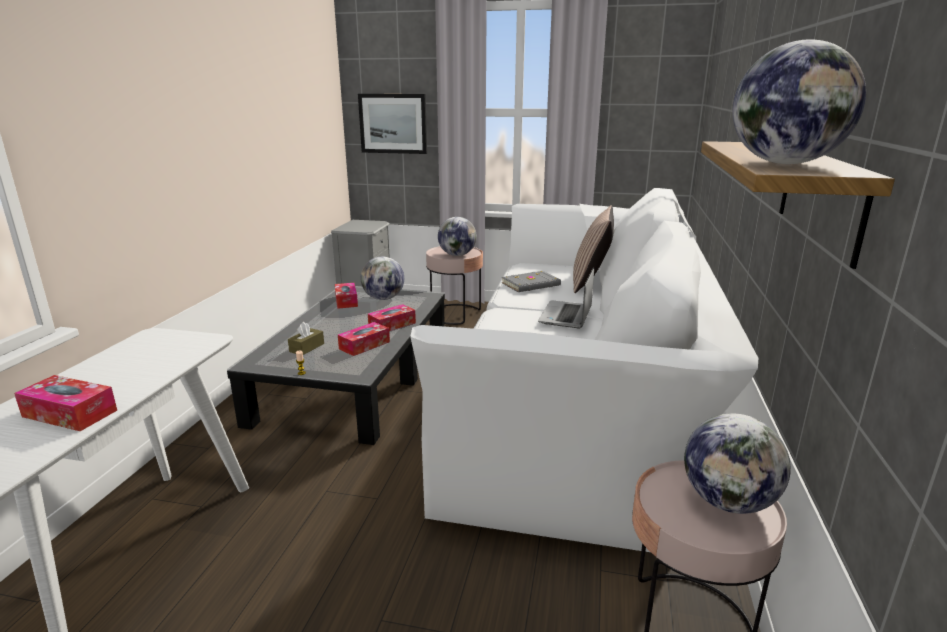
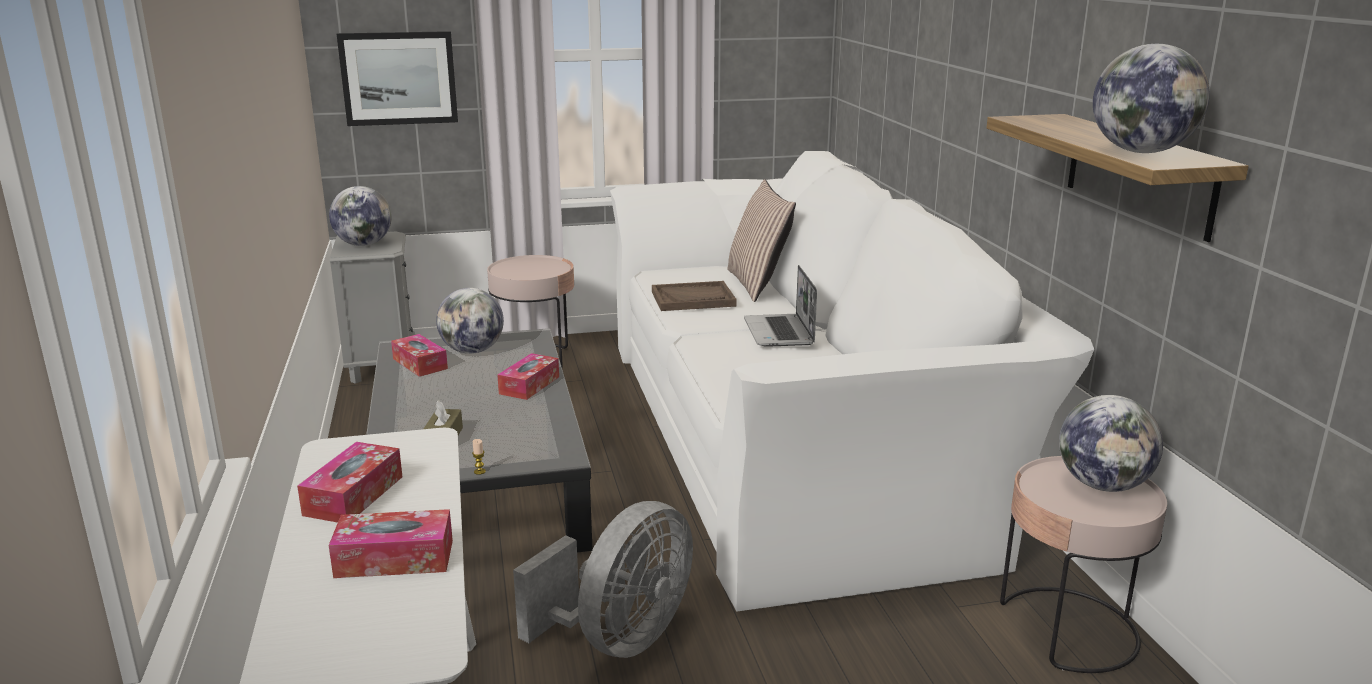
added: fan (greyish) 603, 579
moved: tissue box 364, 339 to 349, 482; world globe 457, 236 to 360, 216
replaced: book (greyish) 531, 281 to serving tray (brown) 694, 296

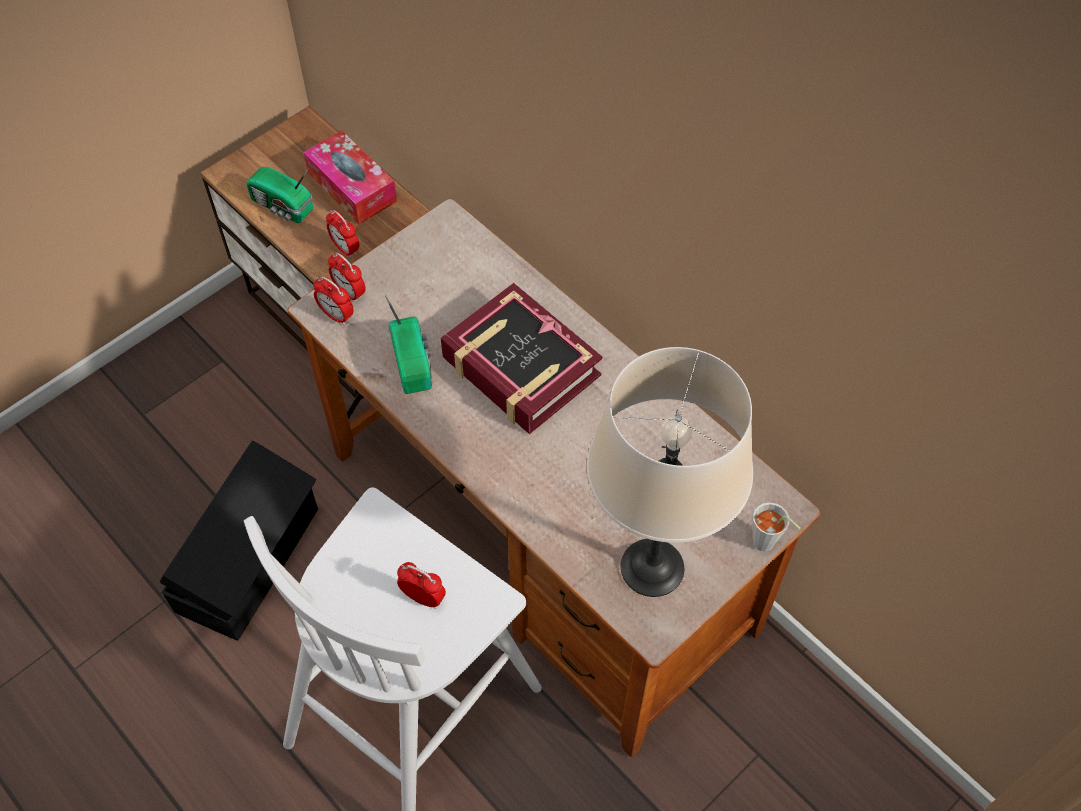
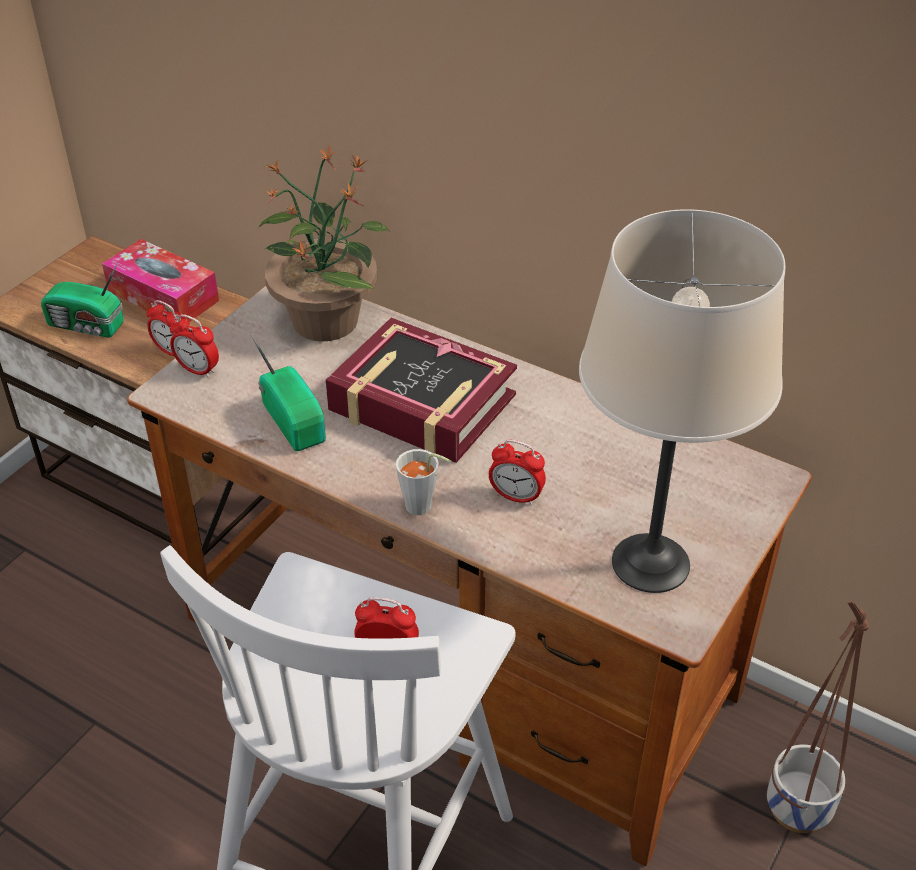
removed: storage bin (black-coloured) 239, 541
added: houseplant 324, 243; flower pot 818, 717
moved: alarm clock 333, 300 to 517, 472; small cup (greyish) 776, 527 to 423, 482

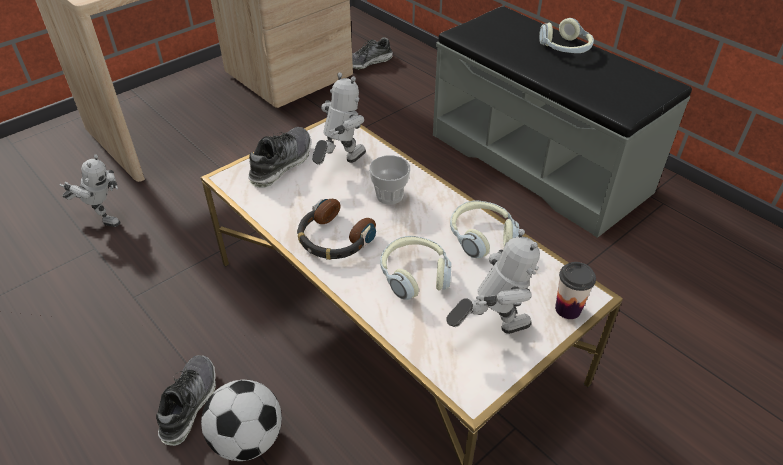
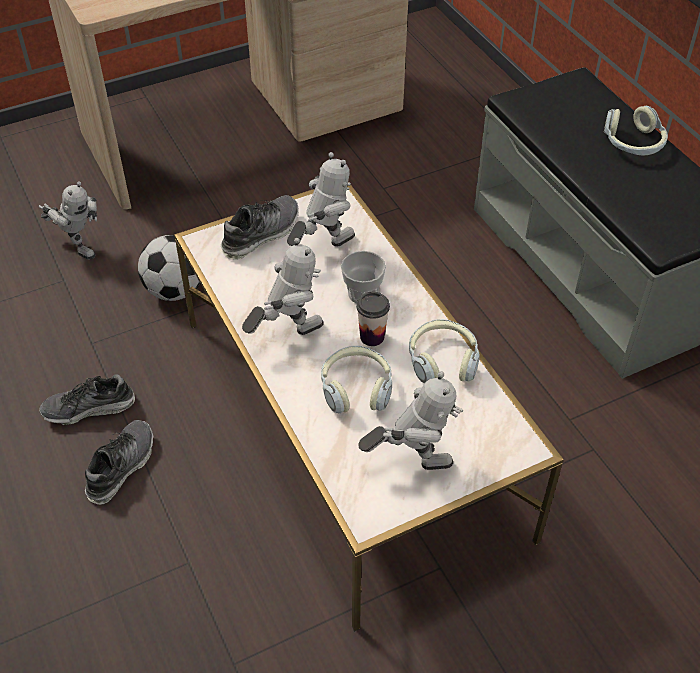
moved: ball for football 241, 420 to 169, 268; item of footwear 372, 53 to 87, 399; small cup 575, 290 to 373, 319
replaced: pair of headphones 336, 229 to toy robot 283, 286

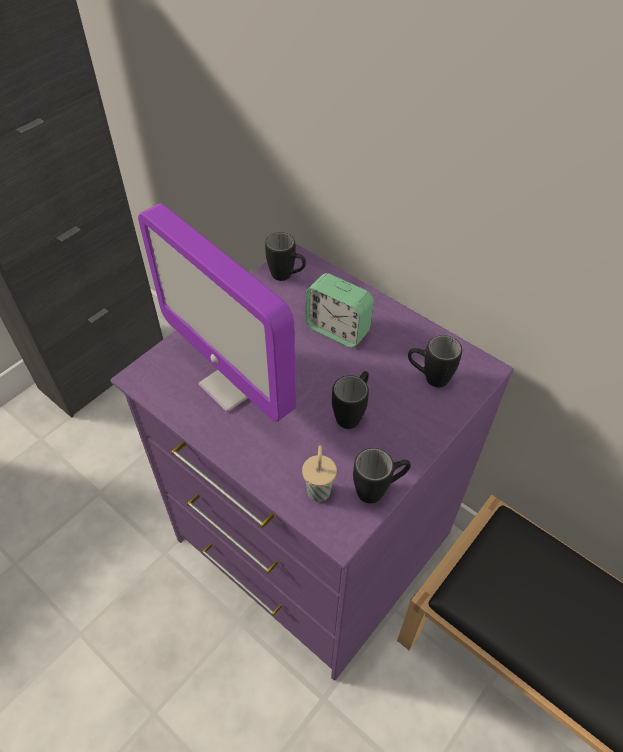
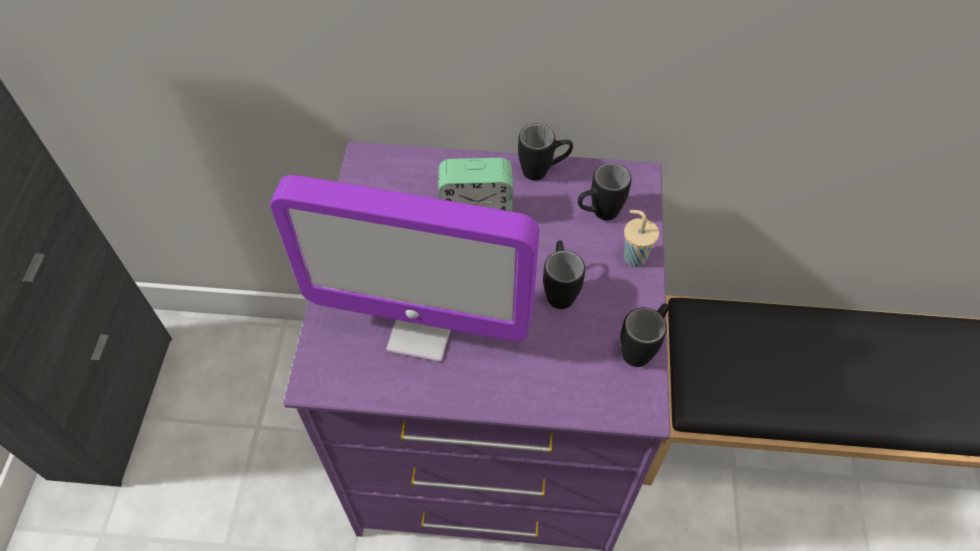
moved: tea mug (black-coloured) 285, 256 to 545, 152; small cup (beige-coloured) 319, 473 to 641, 238

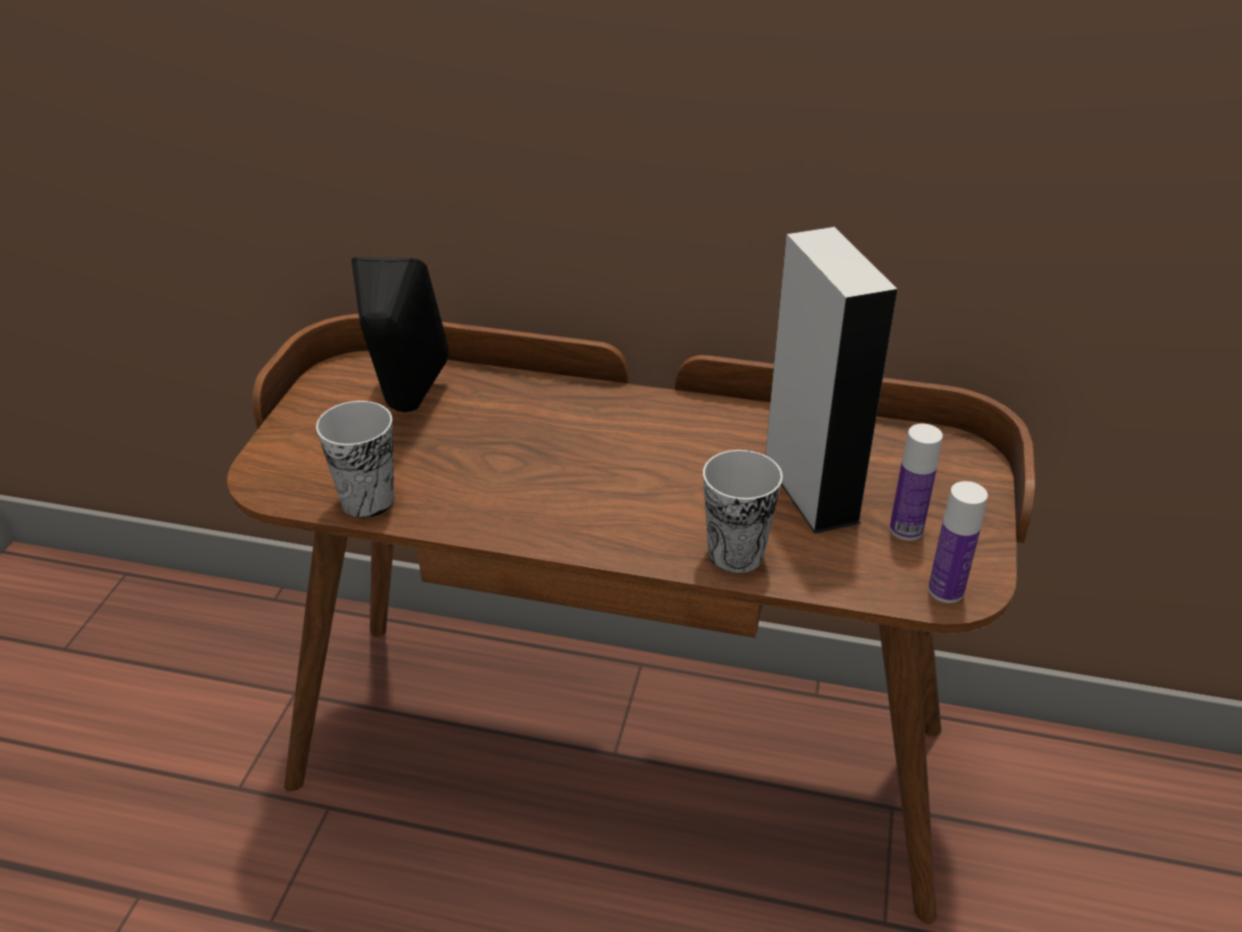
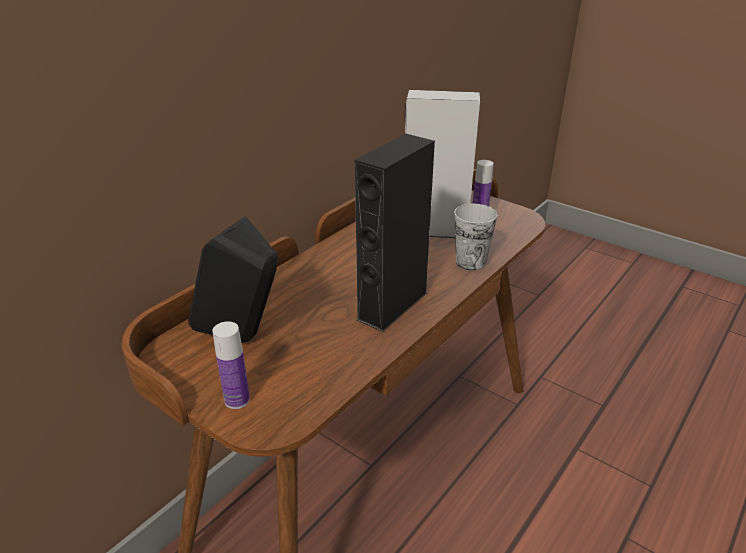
removed: small cup 355, 459
added: speaker (black-coloured) 395, 233
moved: drink bottle 958, 542 to 231, 365

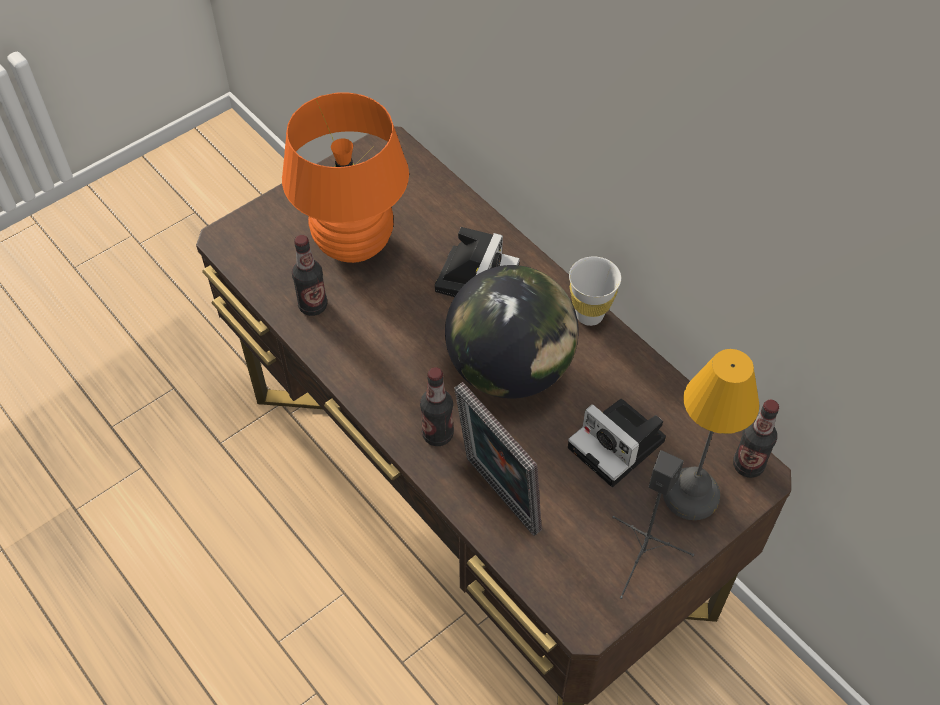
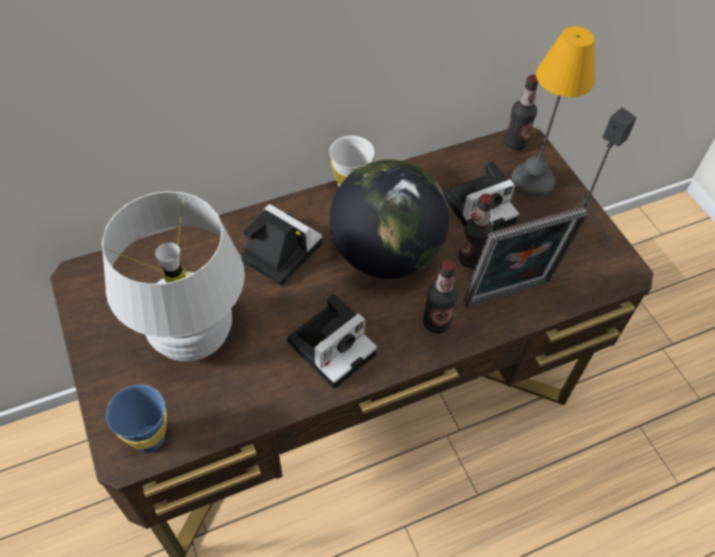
added: small cup (blue-coloured) 136, 418; still camera 332, 341
moved: drink bottle 309, 275 to 476, 231
recoloured: tabletop lamp (orangey) 345, 177 to tabletop lamp (whitish) 173, 276

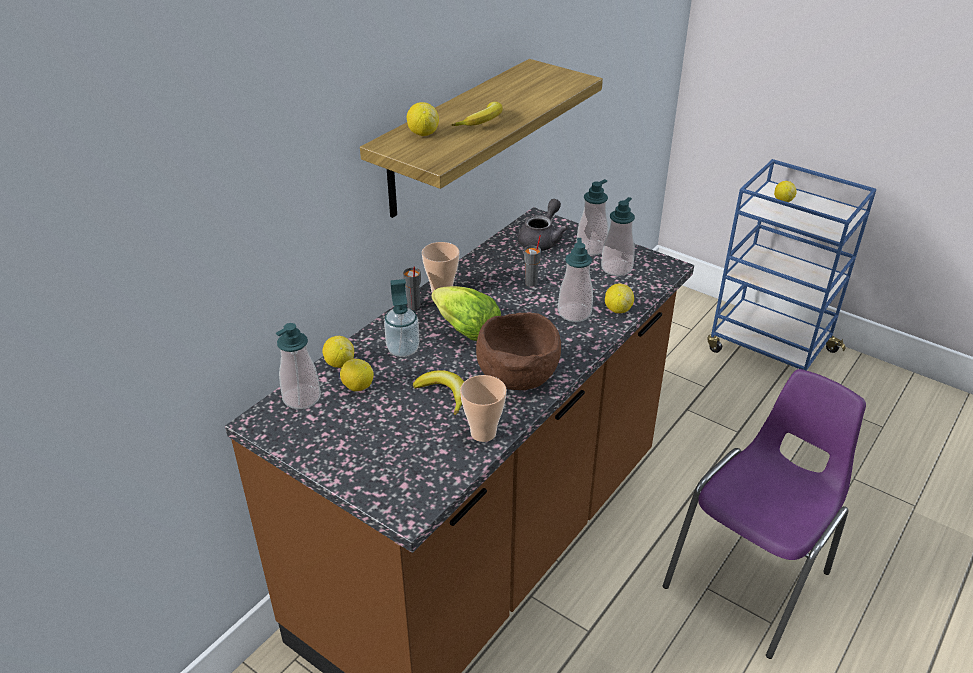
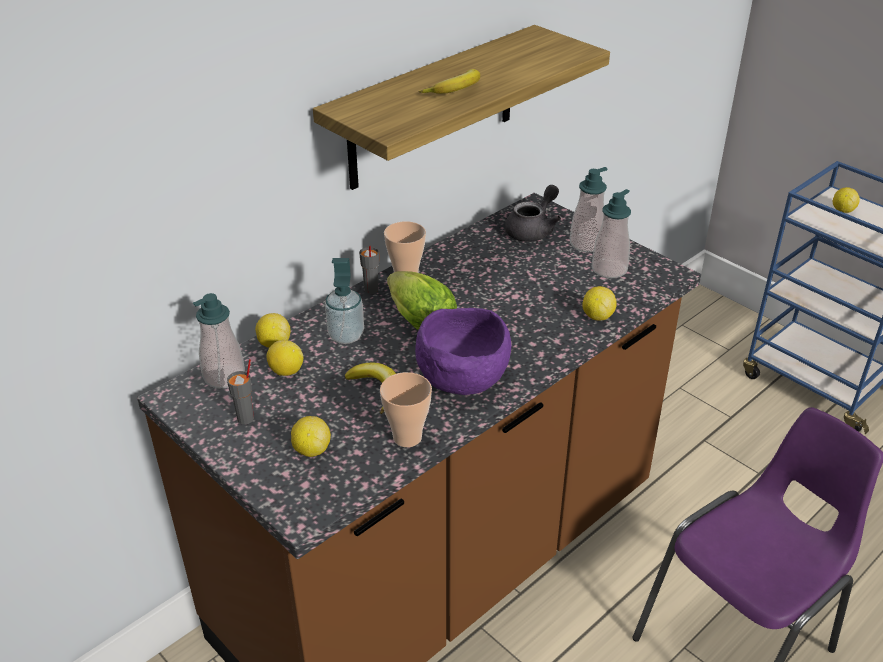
removed: soap bottle 575, 280
moved: whole lemon 423, 119 to 311, 436; small cup (greyish) 532, 261 to 240, 391
recoloured: deep dish (brown) 518, 351 to deep dish (purple-coloured) 463, 351

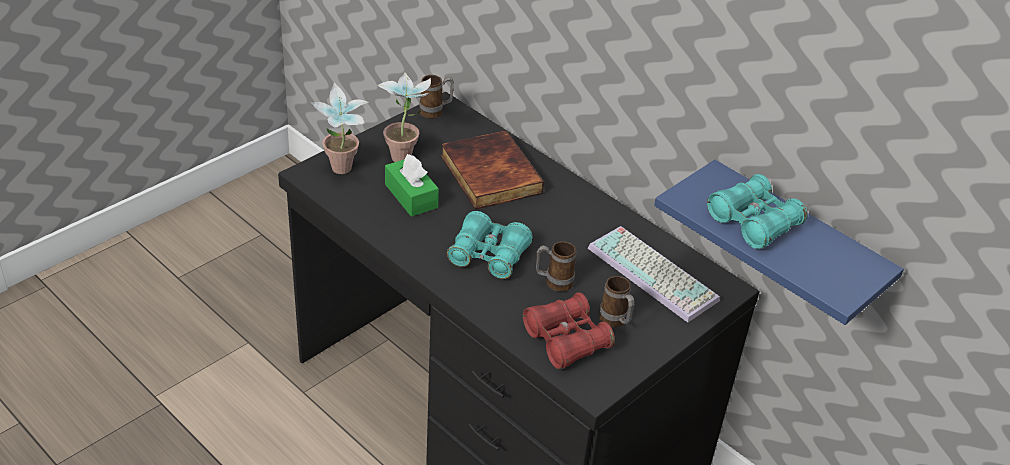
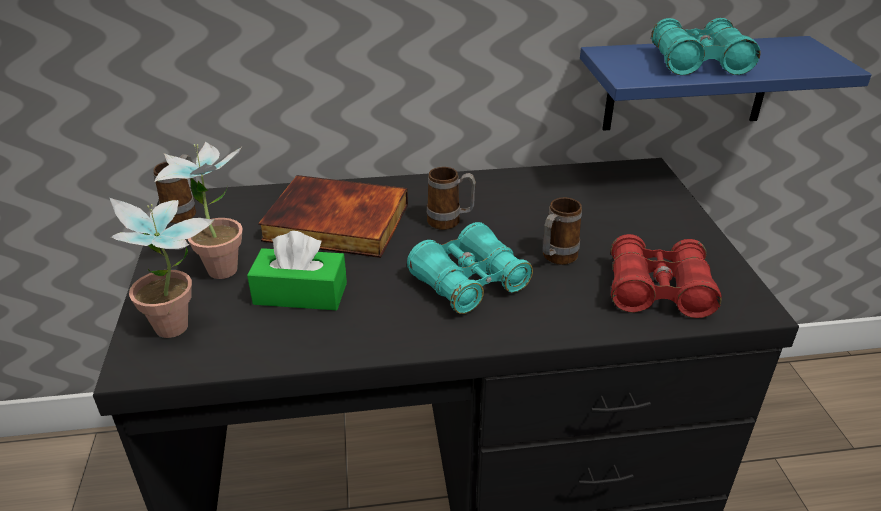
removed: computer keyboard 654, 274
moved: tea mug 616, 301 to 451, 198

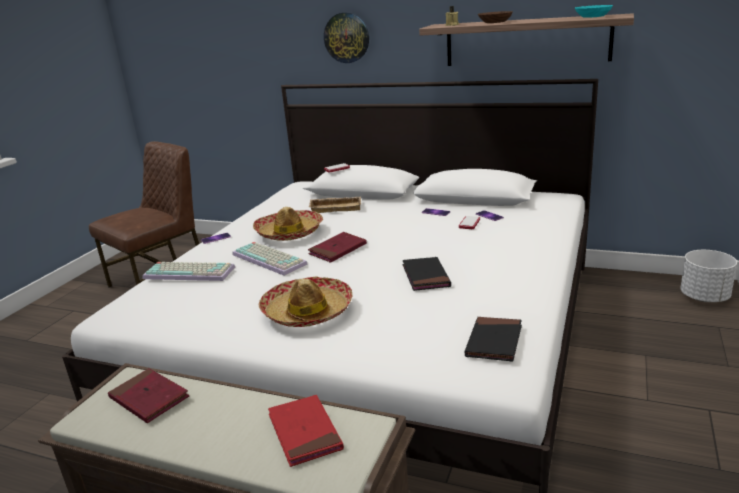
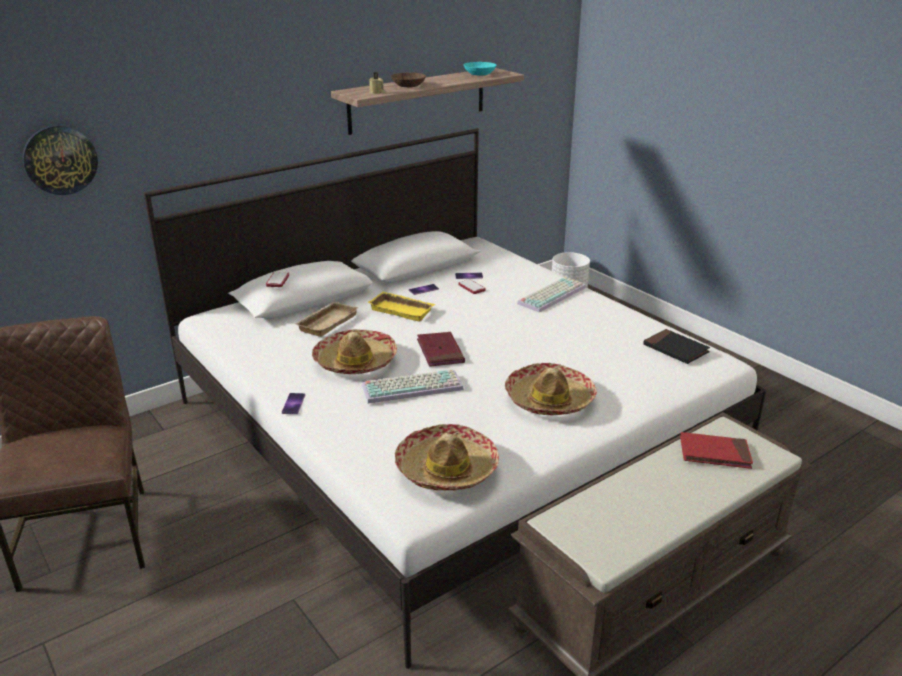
removed: book (red) 148, 395; book (black-coloured) 427, 274
added: serving tray (yellow) 401, 306; hat 447, 457
moved: computer keyboard 188, 271 to 551, 294; clock on the wall 346, 37 to 60, 160

